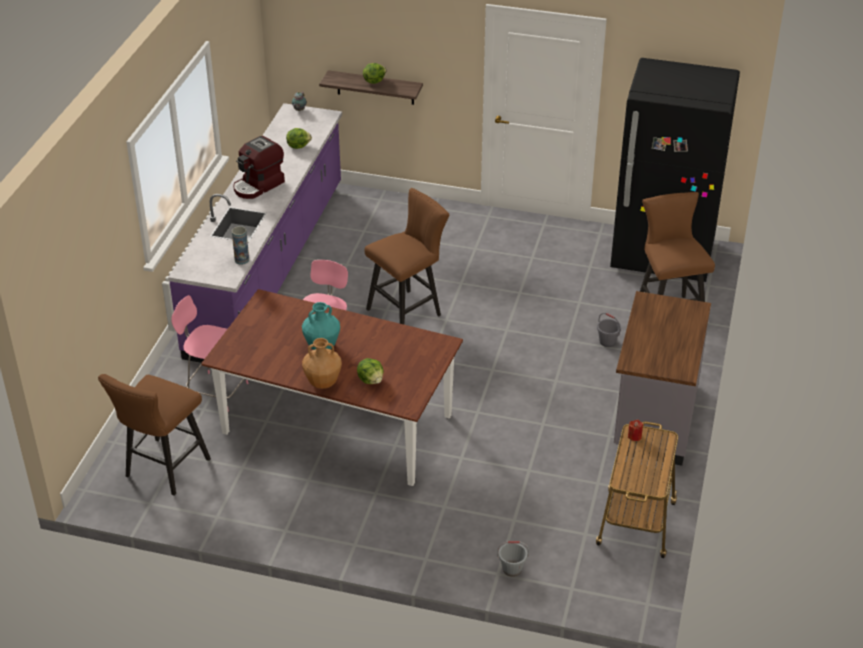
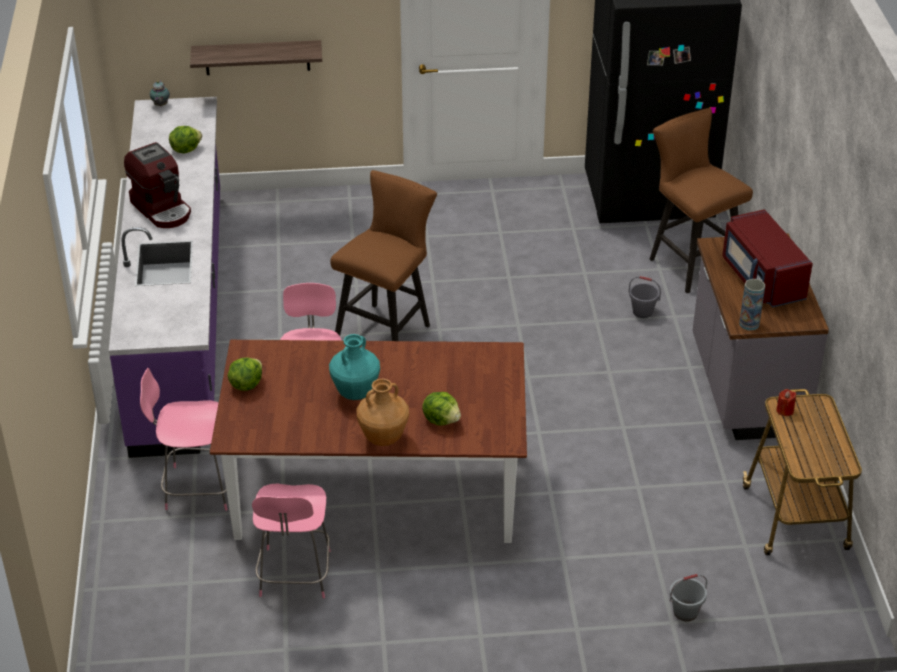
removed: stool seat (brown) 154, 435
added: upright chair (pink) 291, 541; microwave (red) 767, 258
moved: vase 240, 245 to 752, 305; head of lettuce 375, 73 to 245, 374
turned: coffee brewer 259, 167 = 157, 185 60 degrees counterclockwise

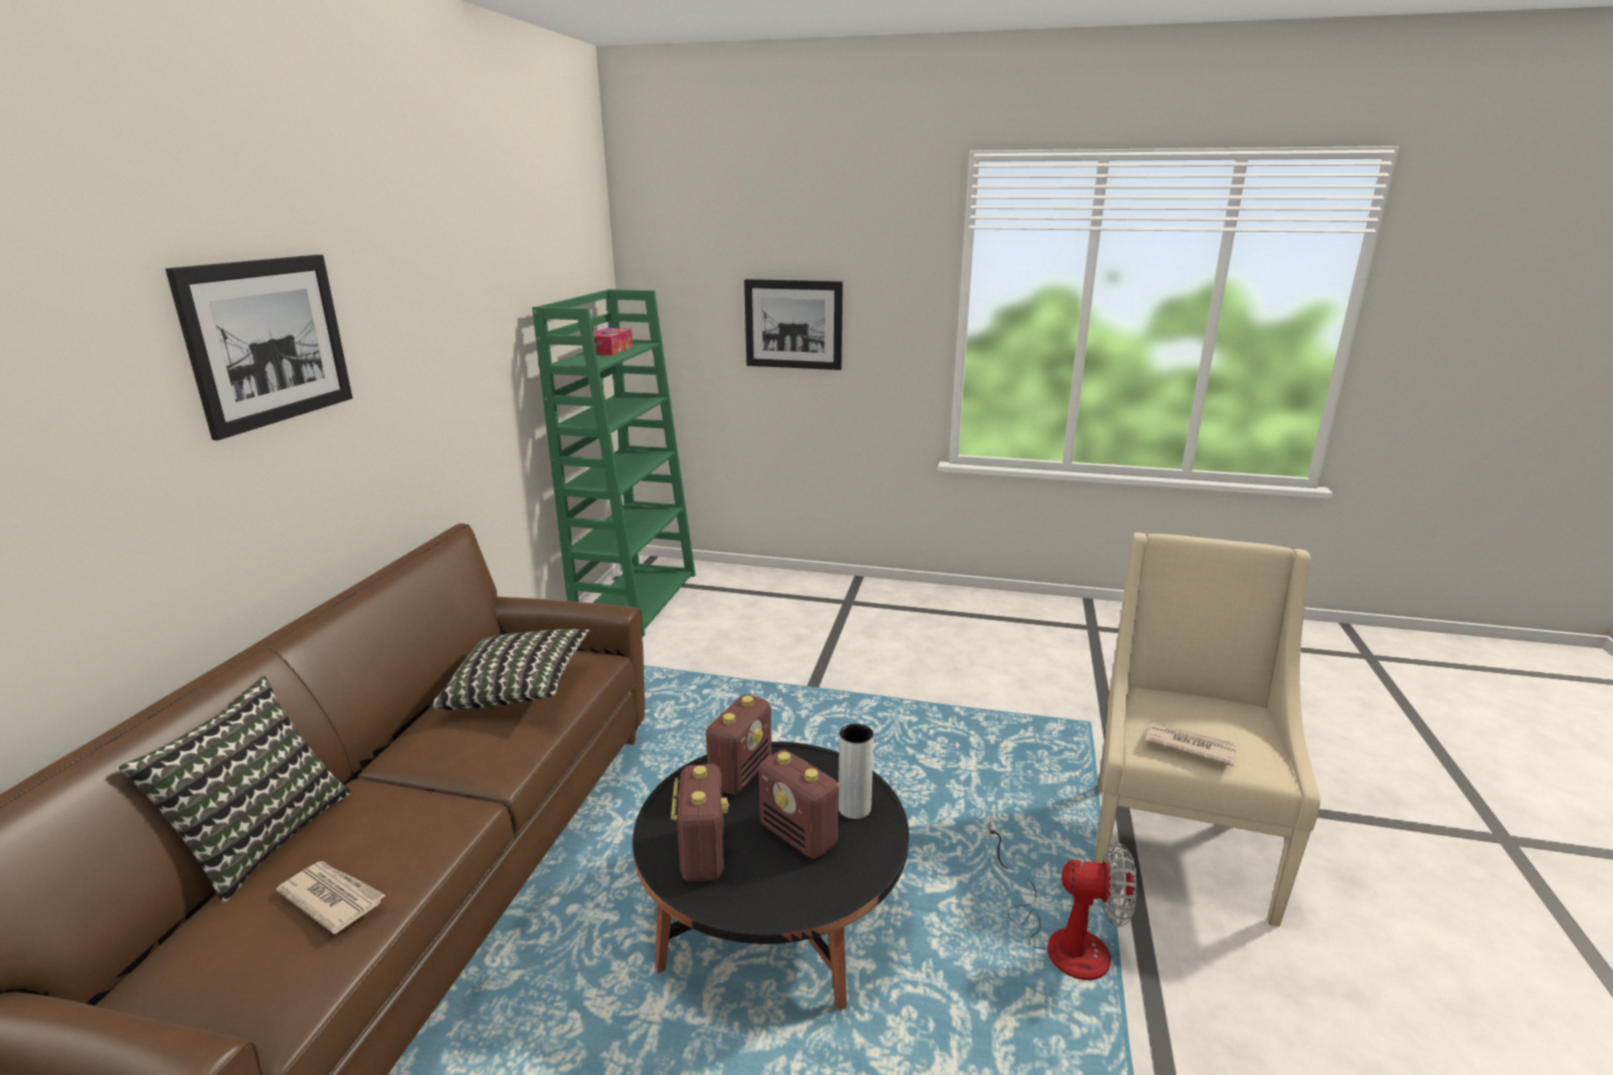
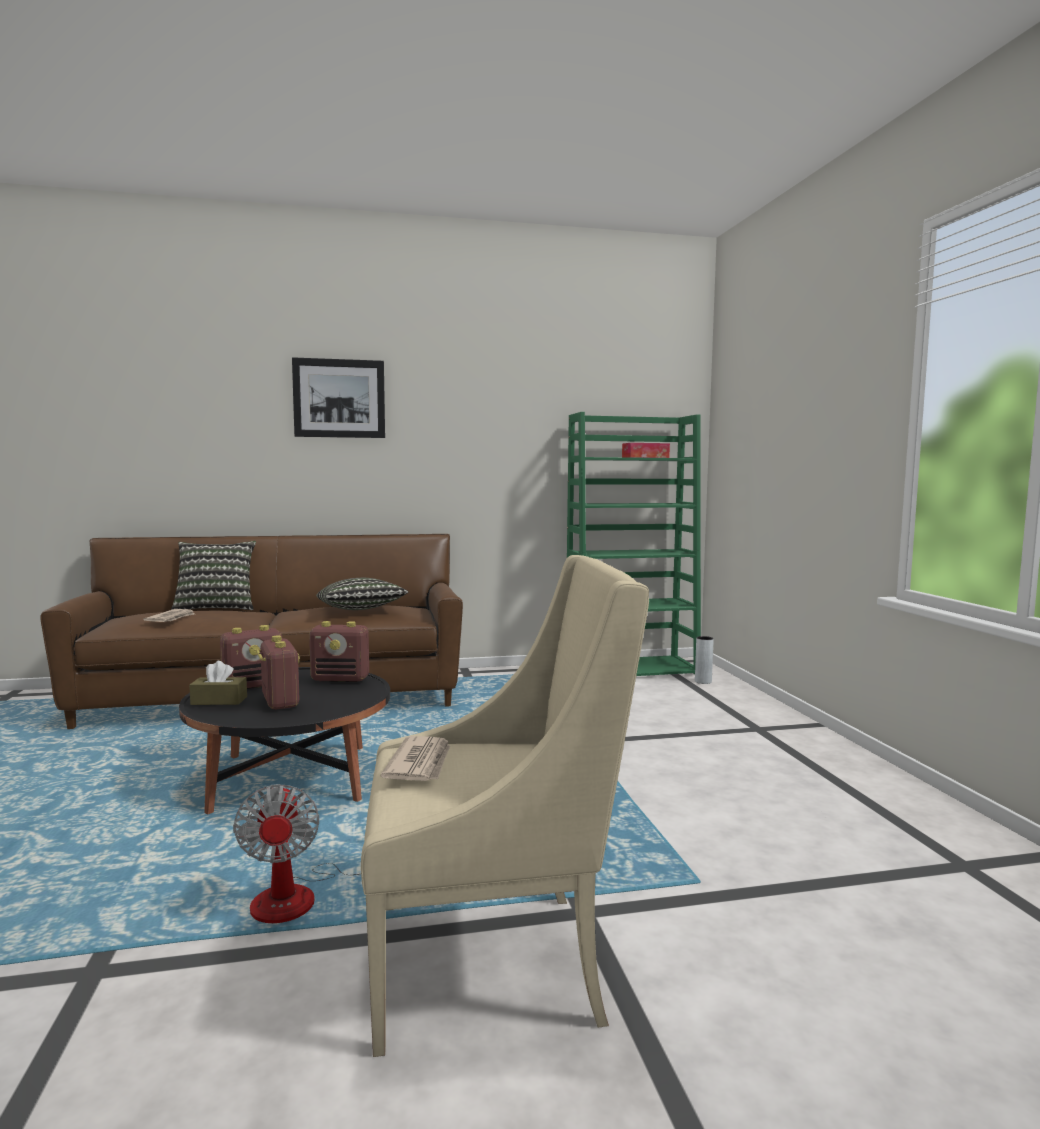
removed: wall art 793, 324
added: tissue box (brown) 218, 683
moved: vase (greyish) 856, 771 to 704, 660
turned: radio set 799, 804 = 278, 672 135 degrees clockwise

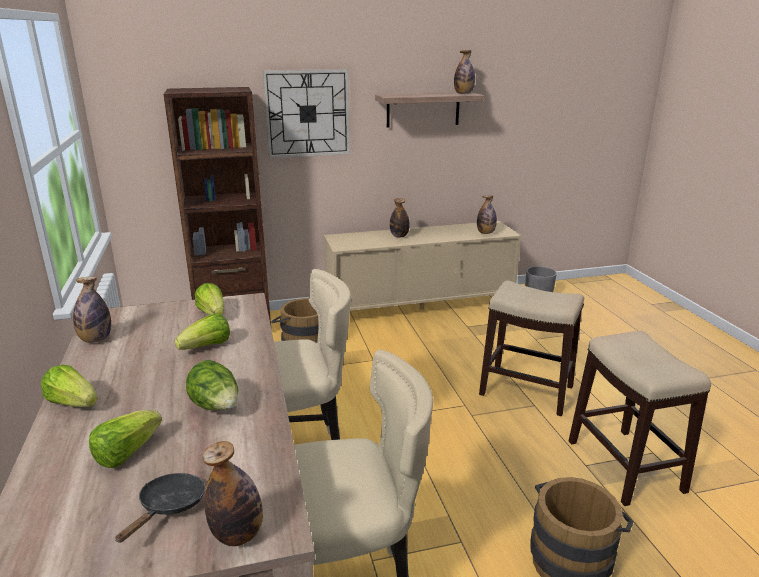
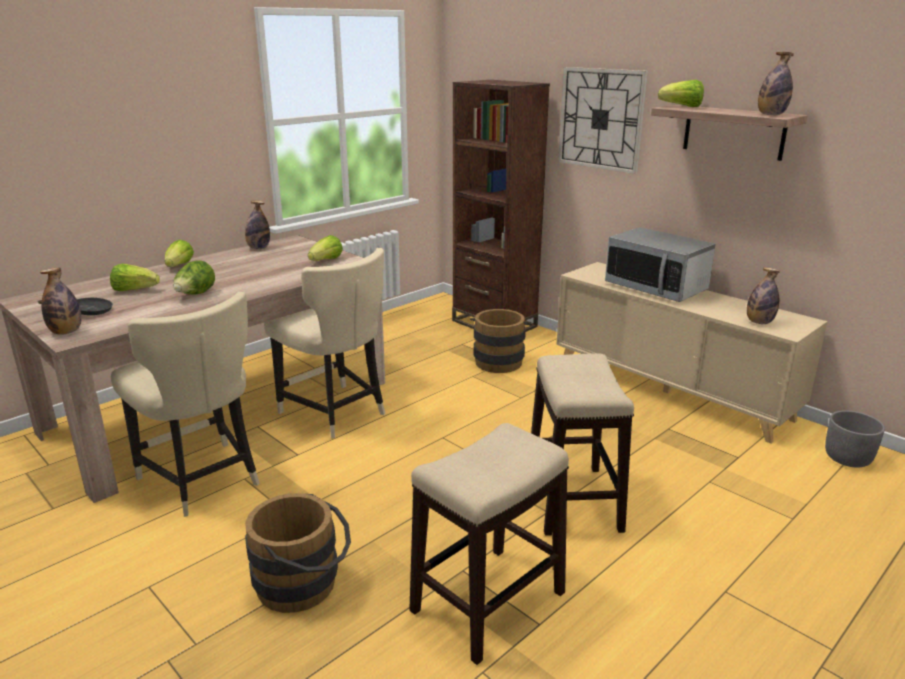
moved: head of lettuce 202, 332 to 681, 93
replaced: drink bottle 400, 218 to microwave 660, 264

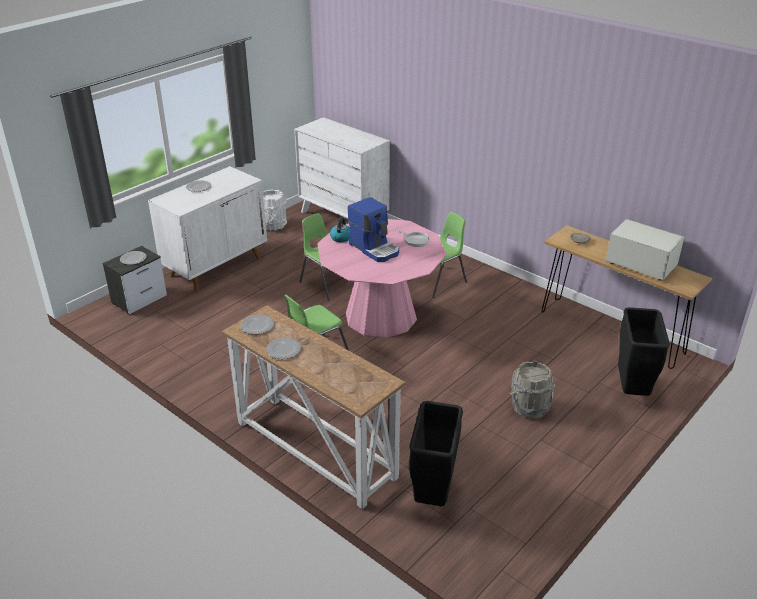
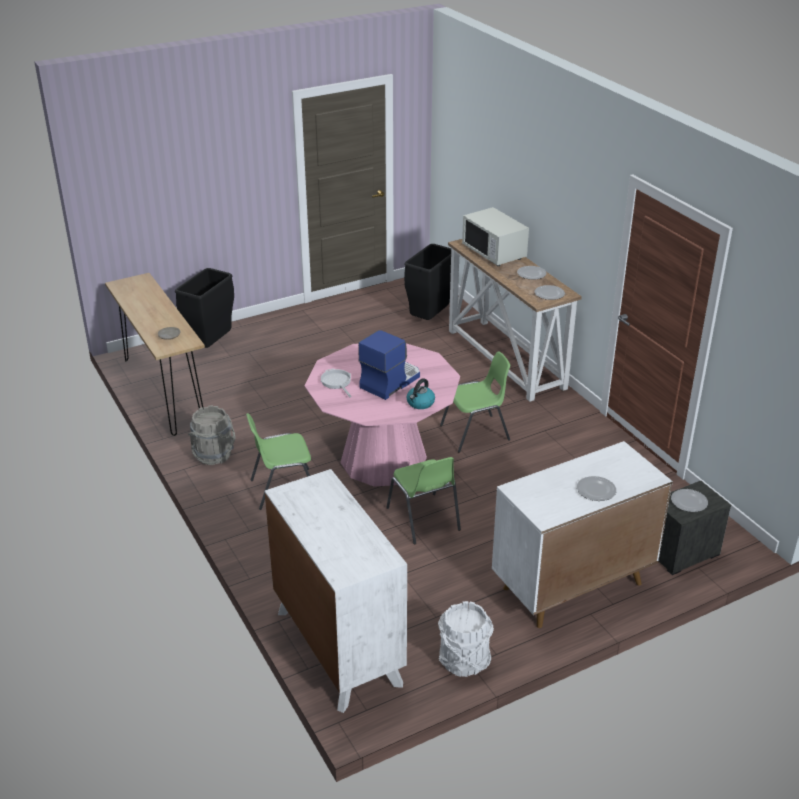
moved: bucket (greyish) 532, 390 to 212, 435; microwave (whitish) 645, 250 to 495, 236
turned: coffee brewer 373, 229 = 389, 365 60 degrees clockwise

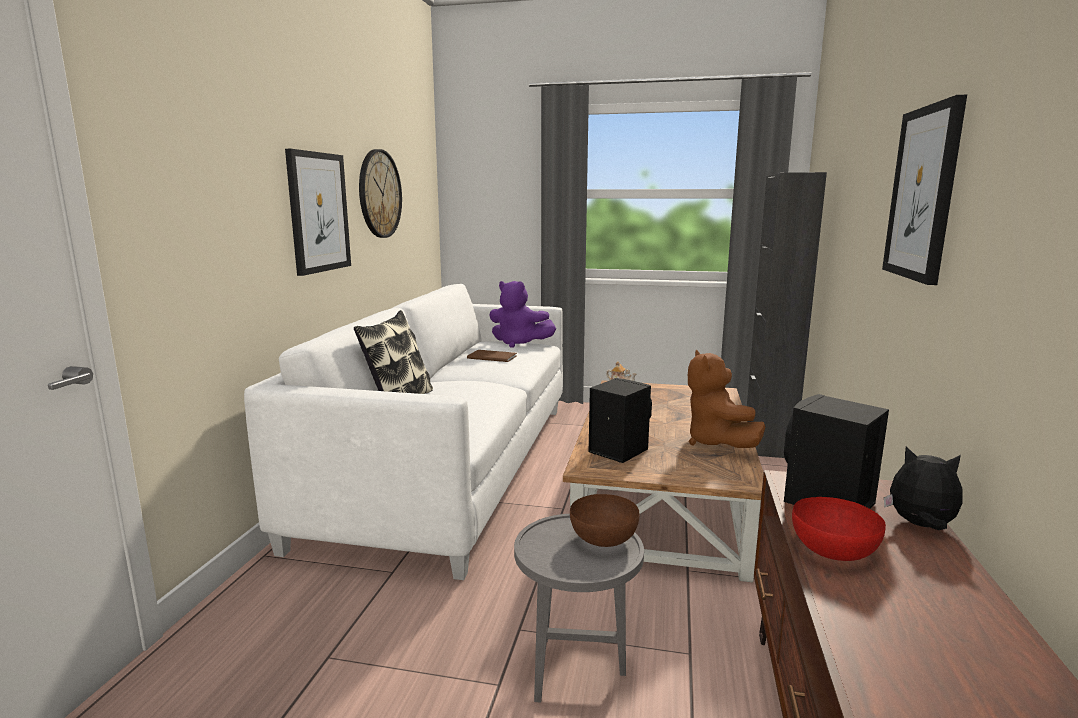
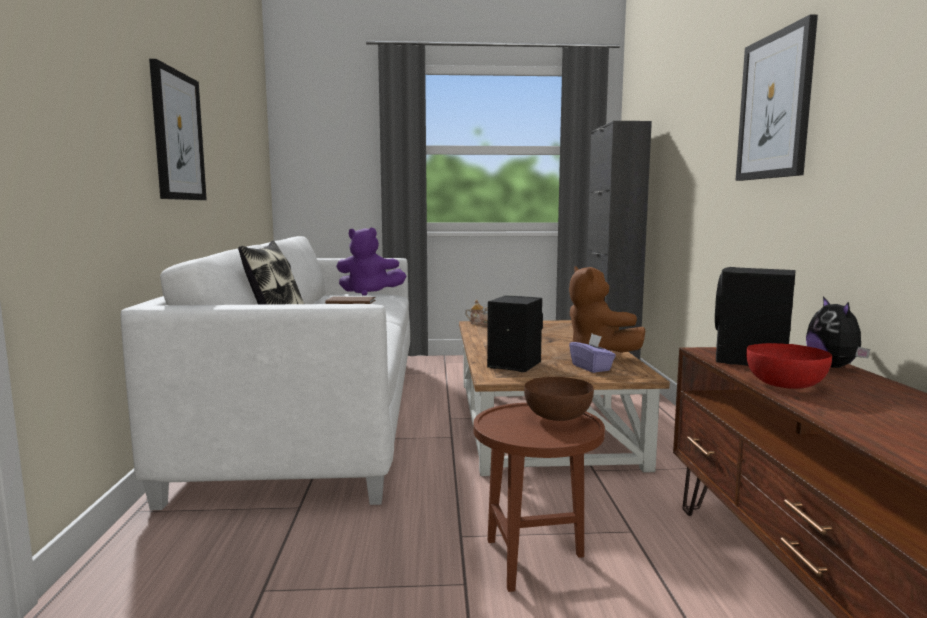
removed: clock on the wall 380, 193
added: tissue box (purple-coloured) 592, 353
recoloured: accent table (greyish) 579, 608 to accent table (brown) 539, 497
turned: plush toy 923, 488 = 838, 332 105 degrees counterclockwise

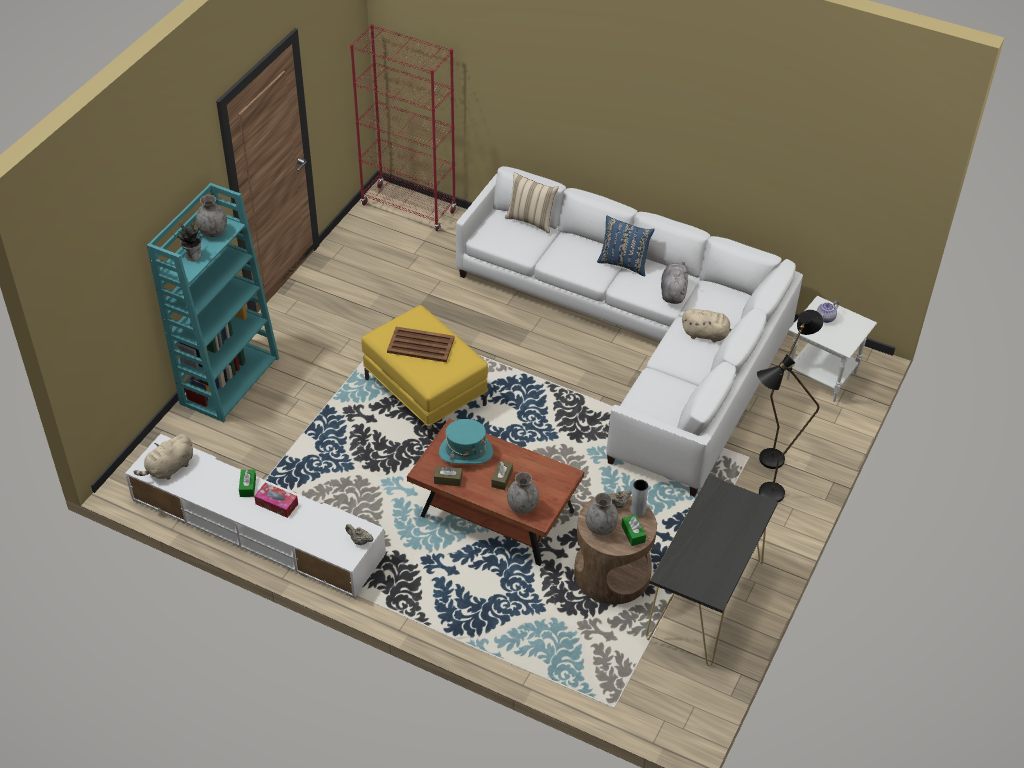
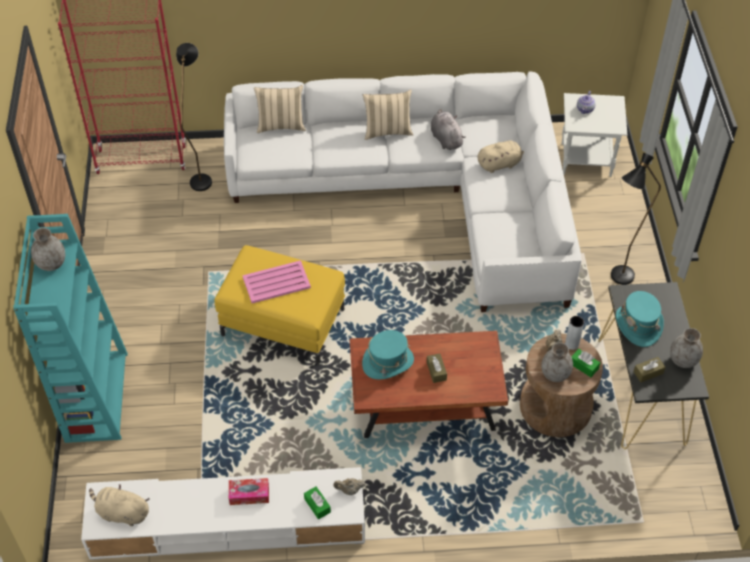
removed: houseplant 186, 240
added: hat (turquoise) 640, 319
moved: tissue box (greenish) 247, 483 to 317, 502; tissue box (brown) 448, 476 to 650, 369; vase (greyish) 523, 493 to 686, 348; standing lamp (black-coloured) 791, 389 to 194, 117
recoloured: serving tray (brown) 421, 344 to serving tray (pink) 276, 281; pillow (blue-coloured) 626, 245 to pillow (beige-coloured) 388, 114
turned: plush toy (beige-coloured) 163, 457 = 119, 505 90 degrees clockwise

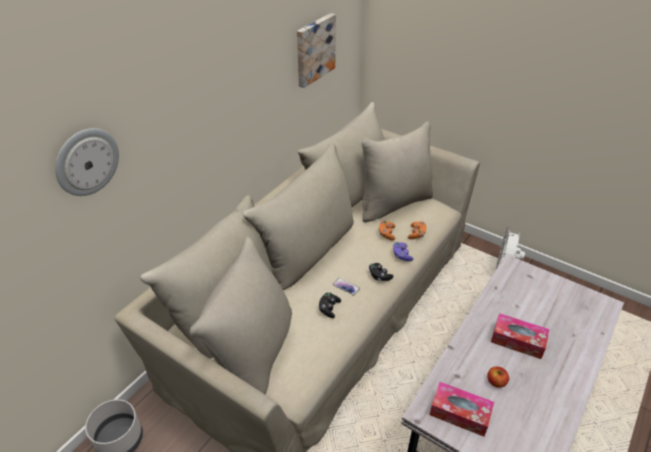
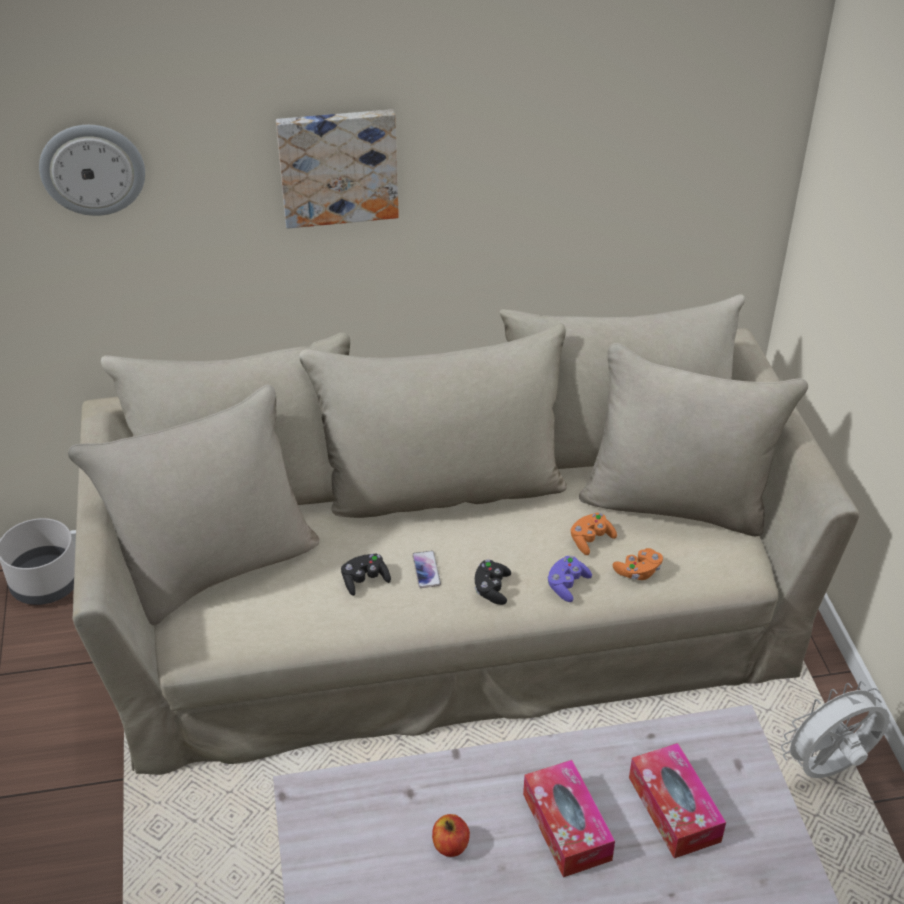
moved: wall art 316, 50 to 337, 169; tissue box 461, 409 to 677, 800

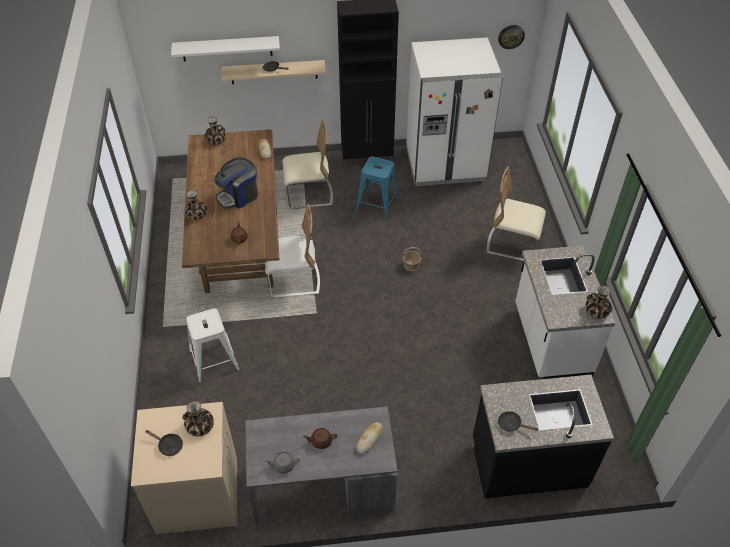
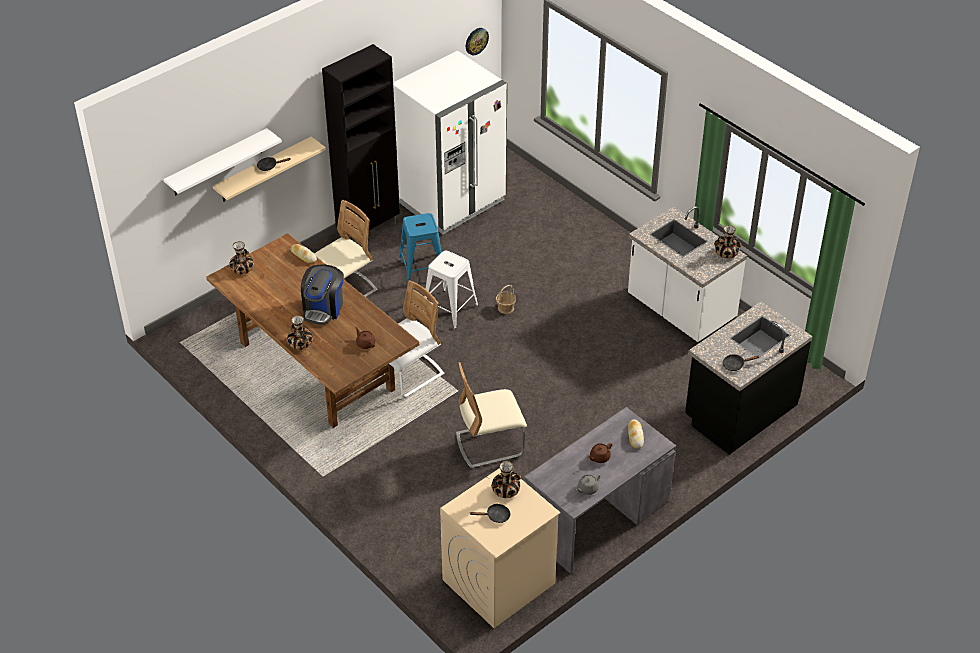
moved: stool seat (whitish) 212, 345 to 451, 289; upright chair (beige-coloured) 516, 214 to 491, 415

